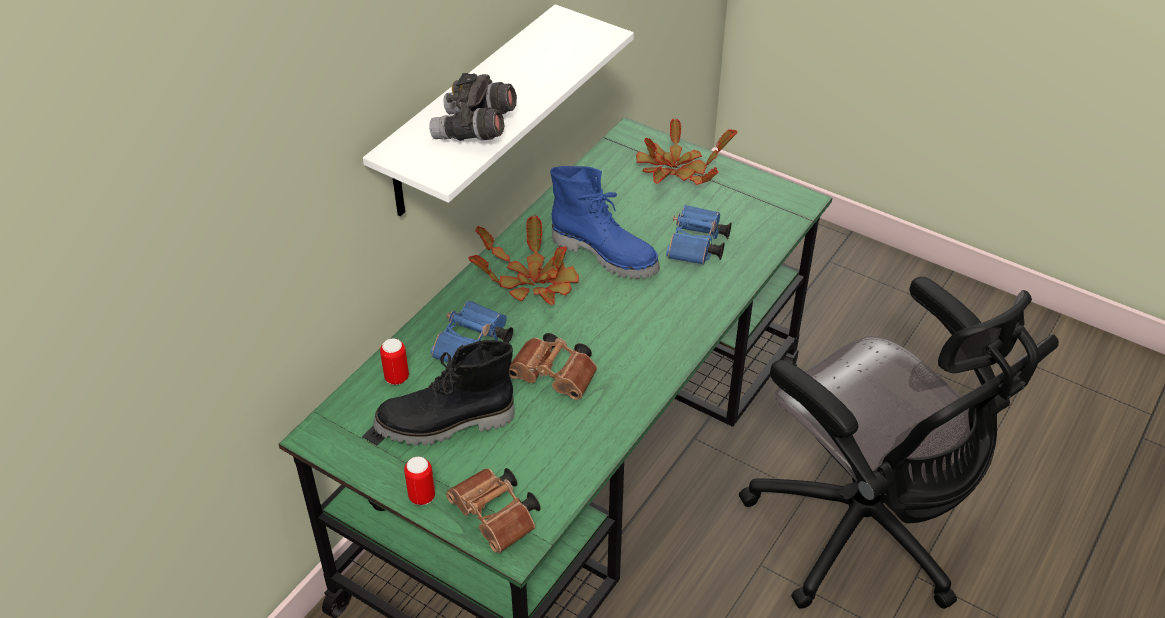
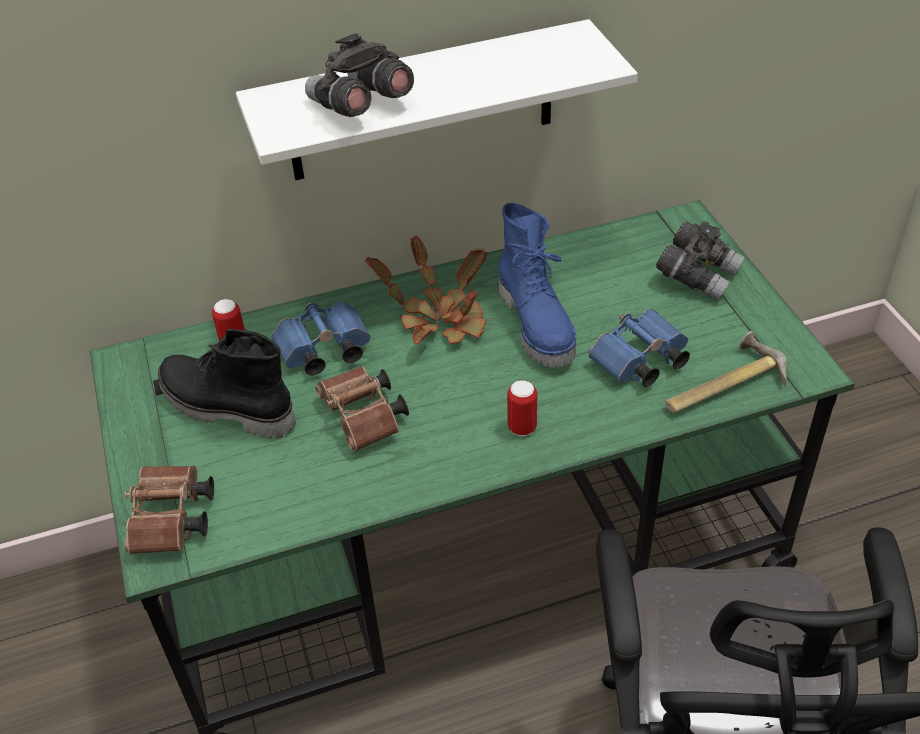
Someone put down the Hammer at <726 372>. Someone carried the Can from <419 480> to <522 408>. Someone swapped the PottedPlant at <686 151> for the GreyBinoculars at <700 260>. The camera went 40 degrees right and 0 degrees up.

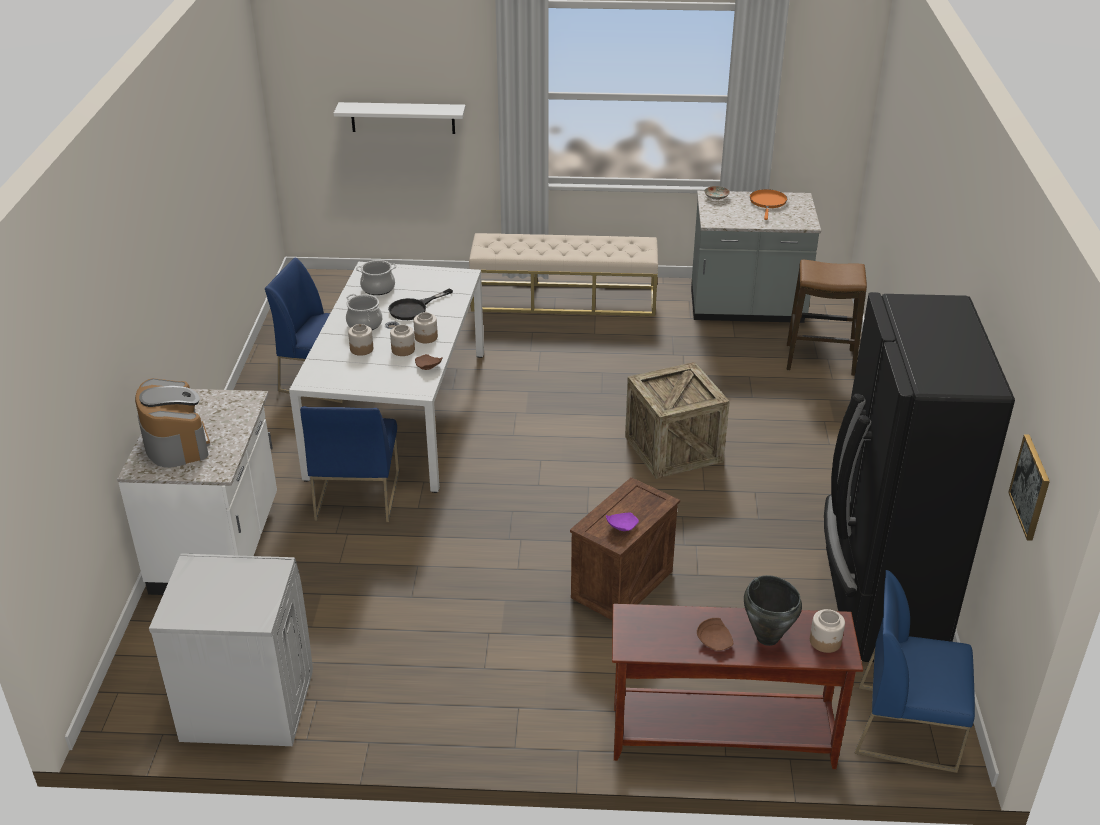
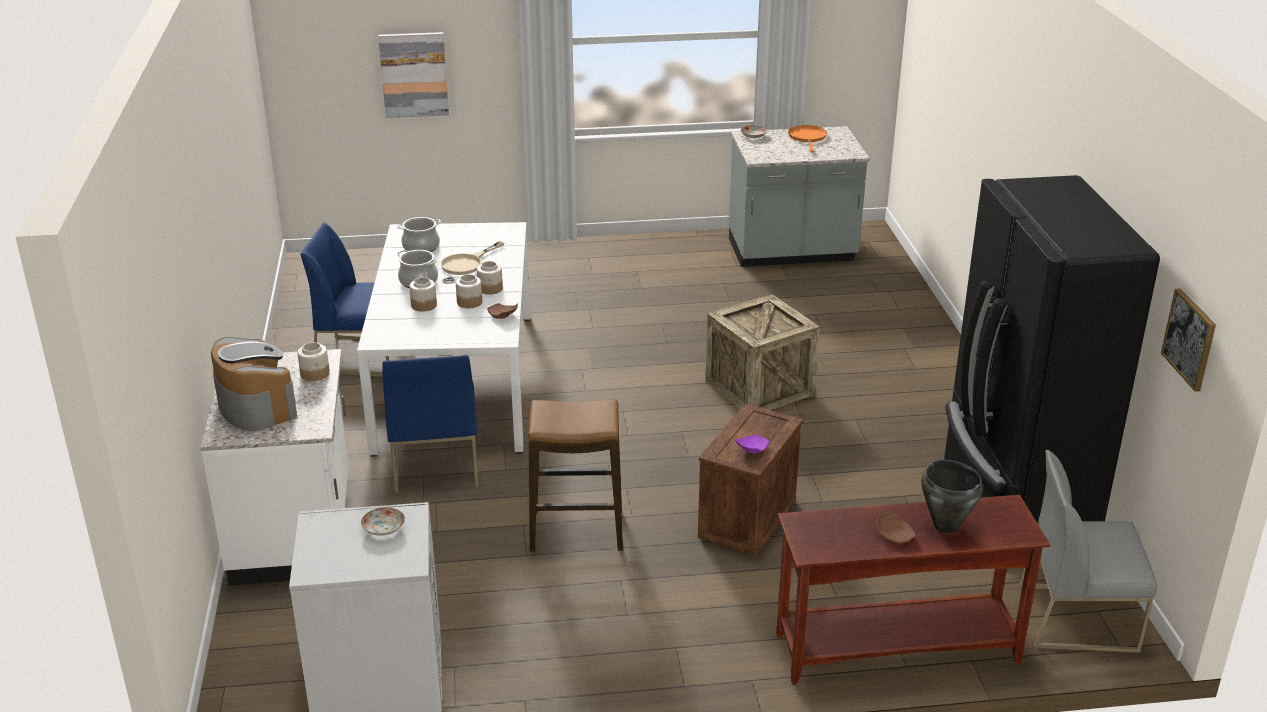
Someone took away the BeigeBench at <563 274>. Someone put down the Plate at <383 521>. Someone carried the Stool from <827 318> to <575 475>. Someone carried the Jar from <827 631> to <313 361>. Someone swapped the WhiteShelf at <400 118> for the Picture at <413 75>. Someone repainted the BlackFryingPan at <420 304>, which became the BeigeFryingPan at <472 258>. Someone repainted the BlueChair at <915 671>, which became the GreyChair at <1087 551>. The camera went 10 degrees left and 5 degrees down.

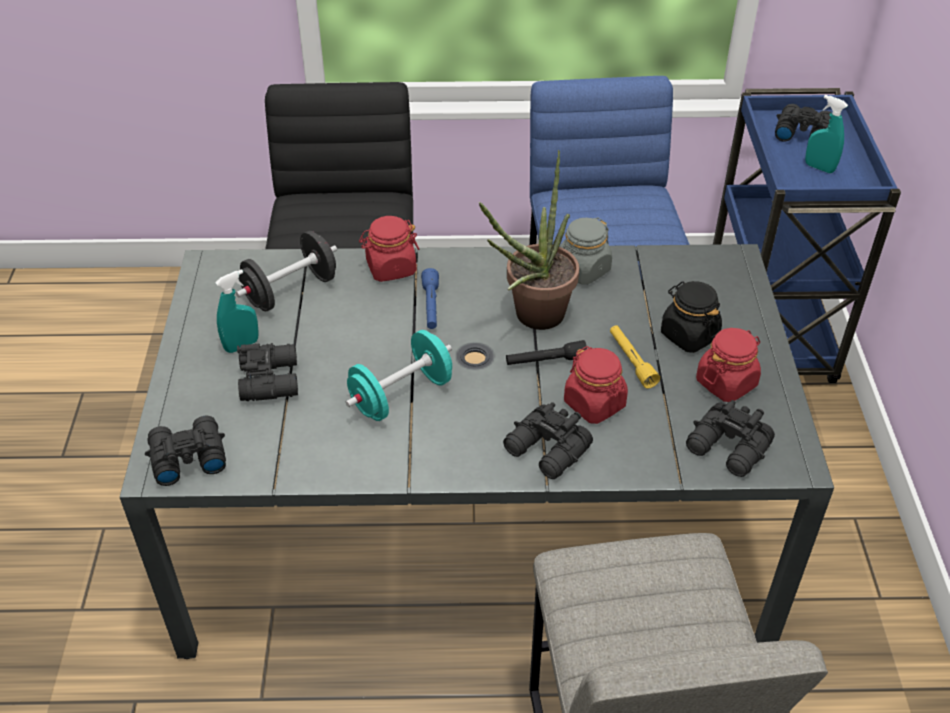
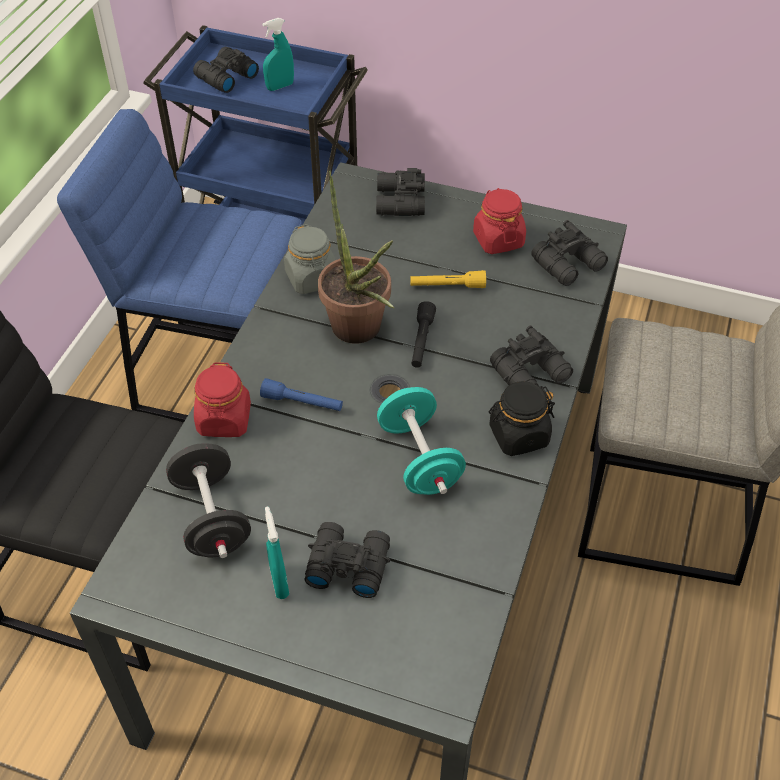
Someone took away the RedJar at <596 385>. Someone carried the BlackBinoculars from <185 450> to <400 192>. Someone carried the BlackJar from <691 317> to <522 418>. The camera went 70 degrees left and 5 degrees up.

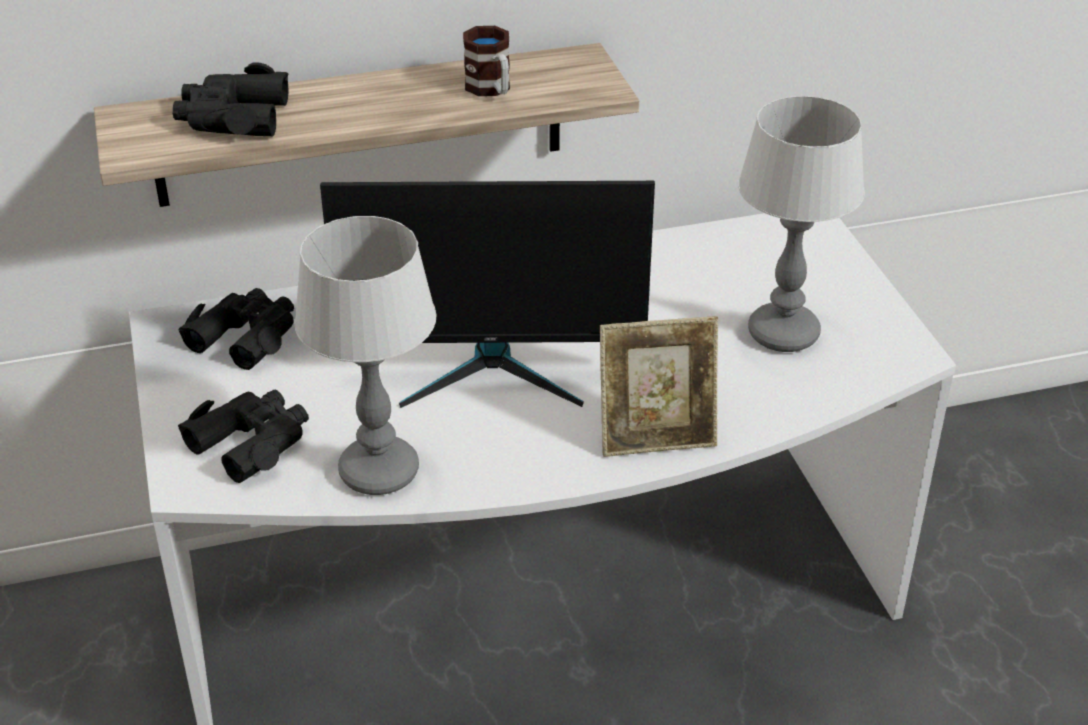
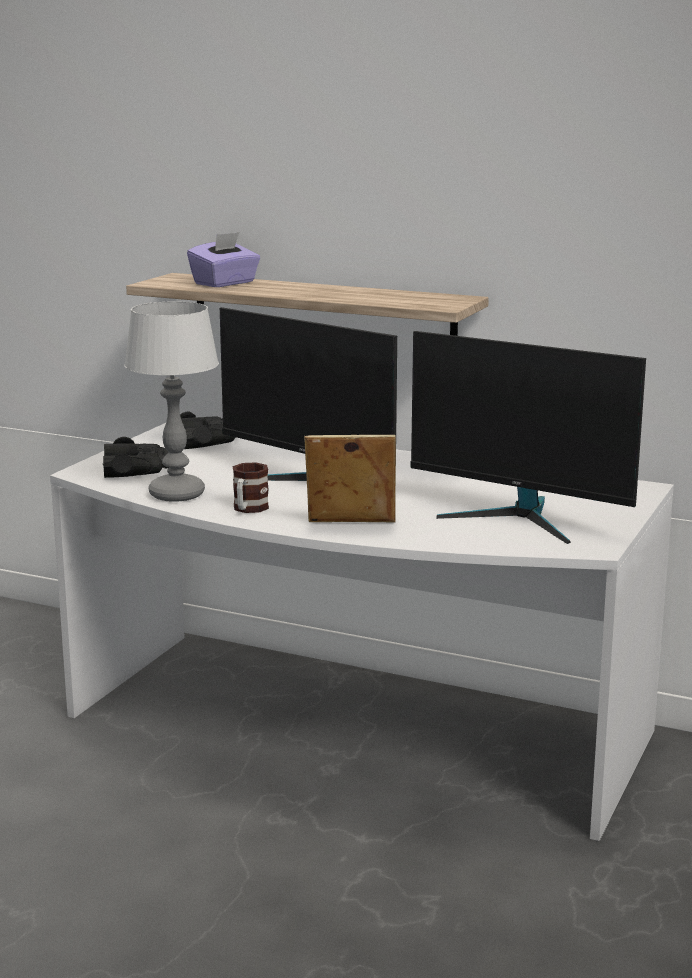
Someone carried the Mug from <486 61> to <251 487>. Someone swapped the BlackBinoculars at <230 99> for the PurpleTissueBox at <223 259>. Someone swapped the TableLamp at <801 224> for the Monitor at <528 437>. Someone rotated the PictureFrame at <659 386> by 150 degrees clockwise. The camera went 40 degrees right and 20 degrees down.

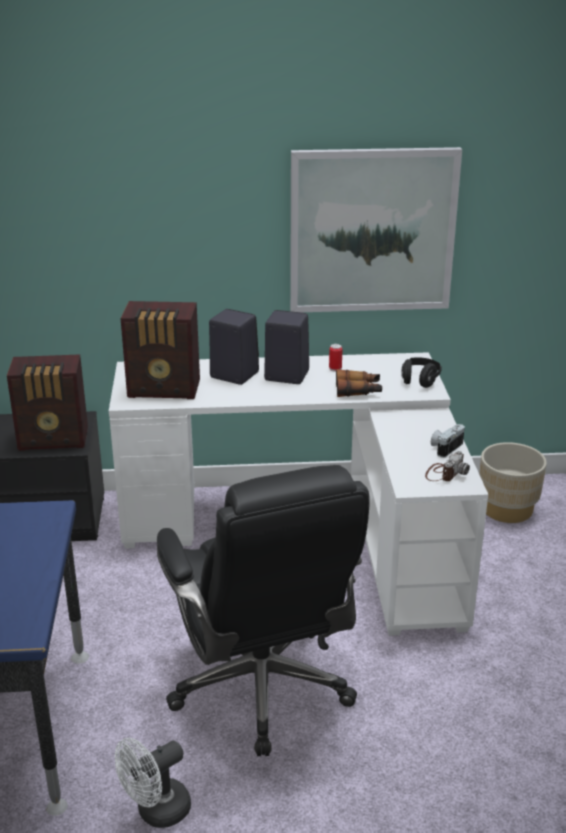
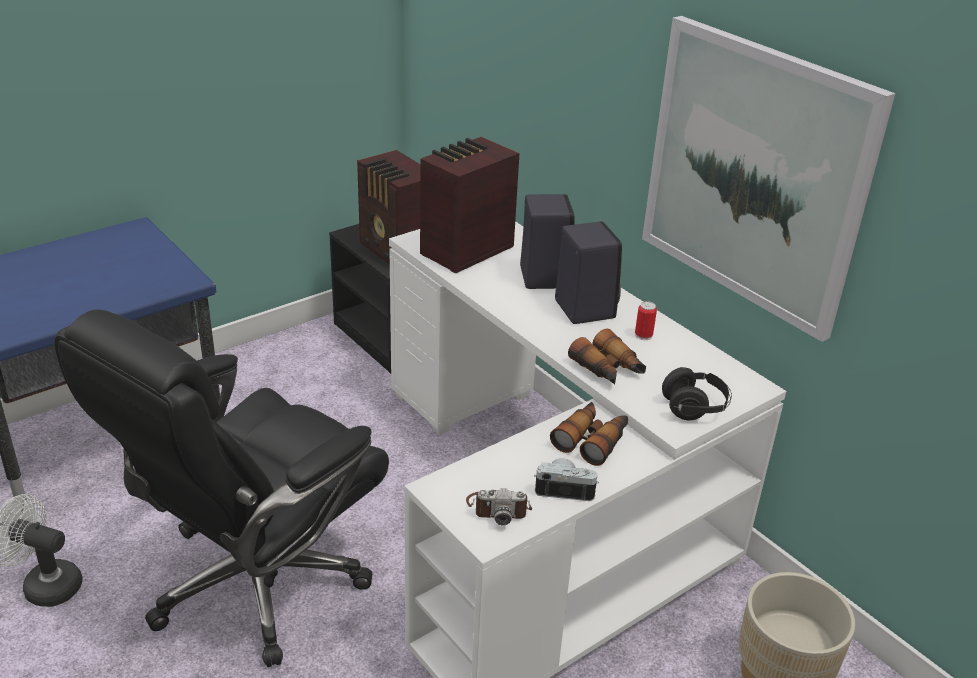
Someone put down the Binoculars at <589 434>. Someone rotated the Radio at <160 350> by 75 degrees clockwise. The camera went 55 degrees right and 5 degrees up.

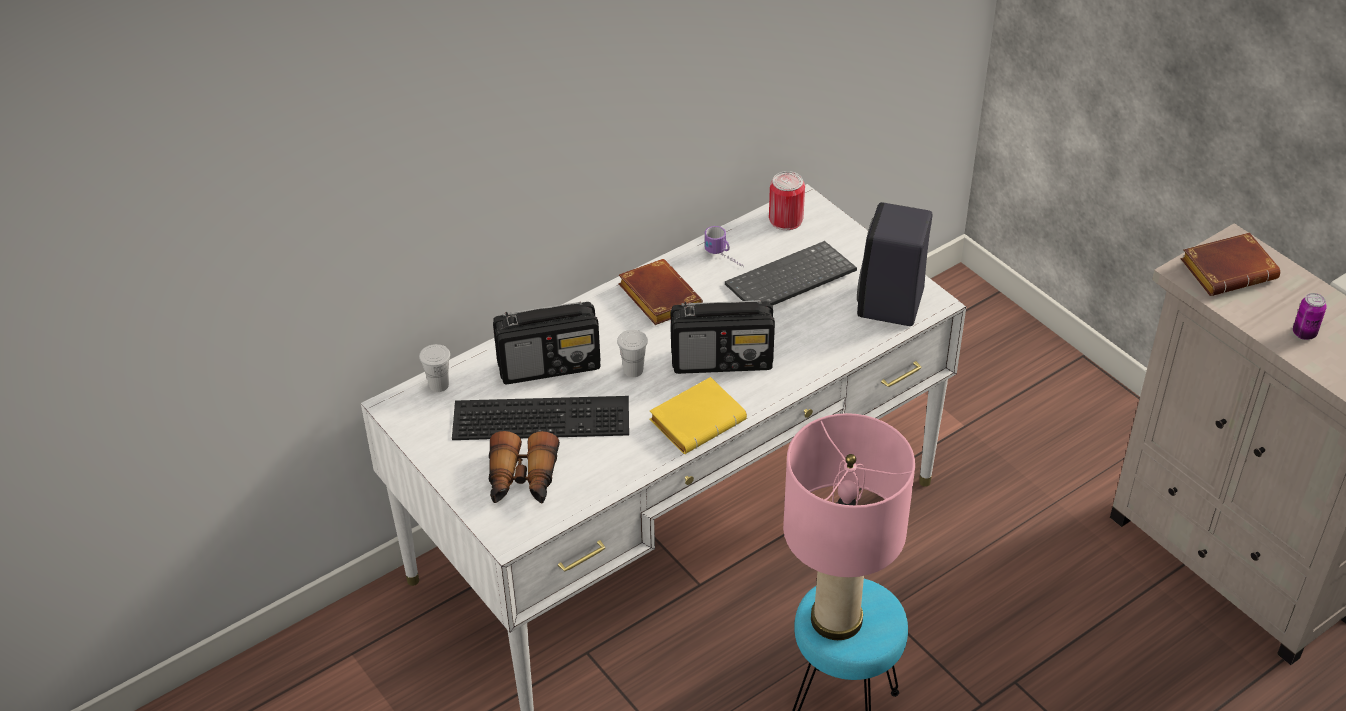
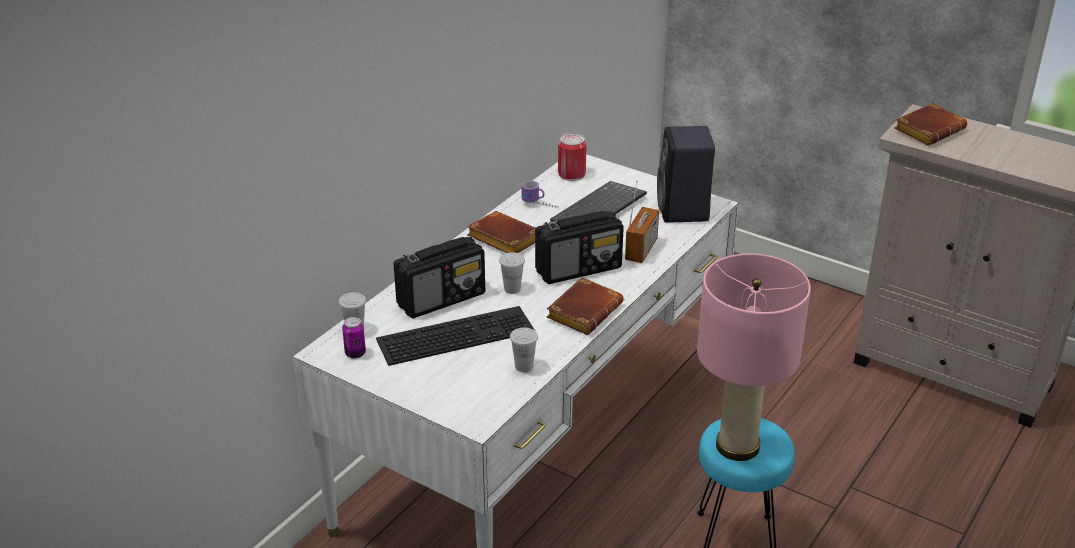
Someone took away the Binoculars at <524 467>. Someone put down the WhiteCup at <524 350>. Someone put down the Radio at <642 221>. Someone carried the Can from <1310 316> to <354 338>. Someone repainted the YellowBook at <698 415>, which became the BrownBook at <585 306>. The camera went 20 degrees left and 10 degrees down.

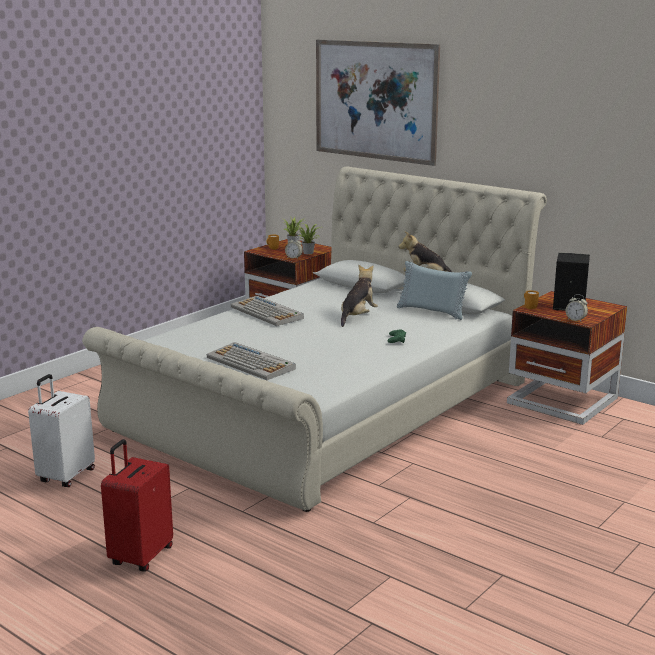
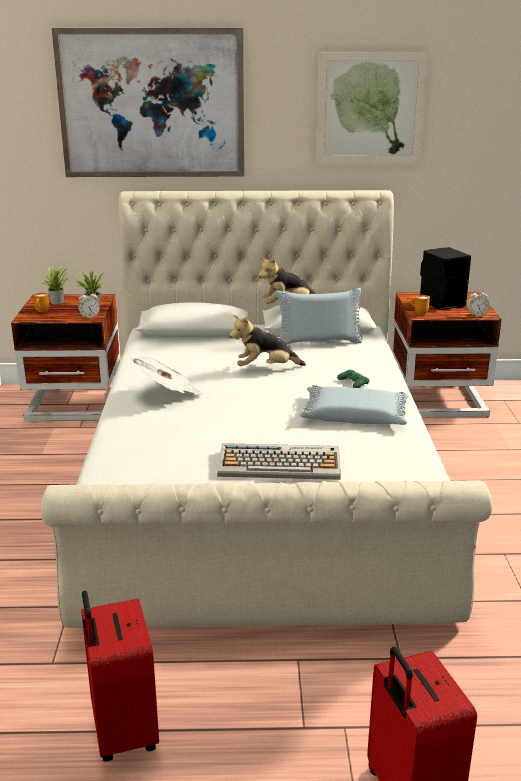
Someone put down the BluePillow at <354 405>. Someone put up the Picture at <372 108>. Someone swapped the Keyboard at <267 311> for the Newspaper at <166 375>. Someone repainted the WhiteSuitcase at <61 430>, which became the RedSuitcase at <120 676>. Someone rotated the PlushToy at <359 296> by 90 degrees counterclockwise. The camera went 40 degrees left and 5 degrees up.

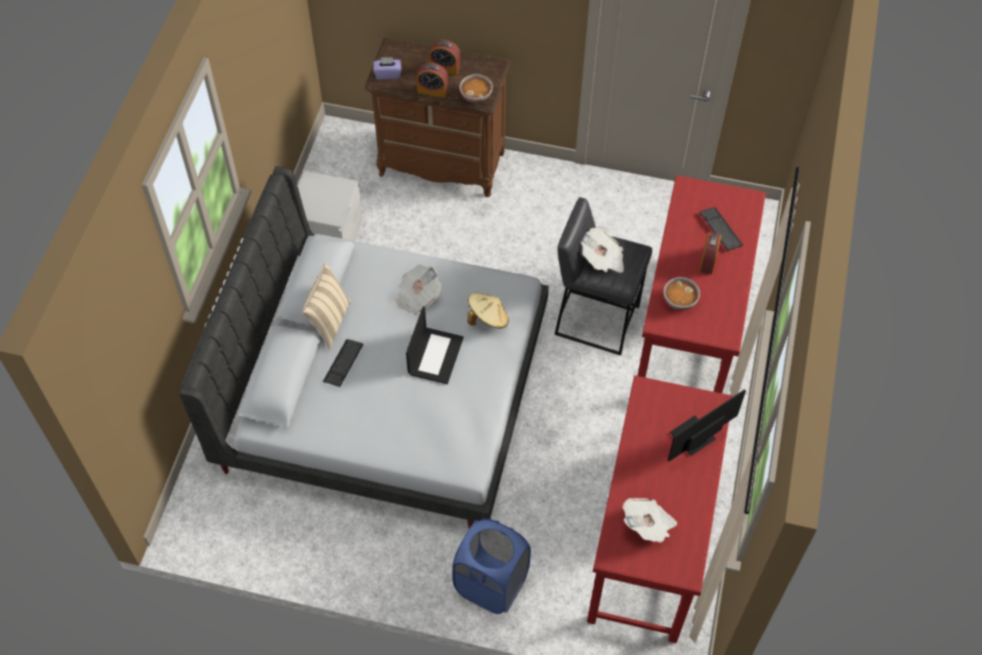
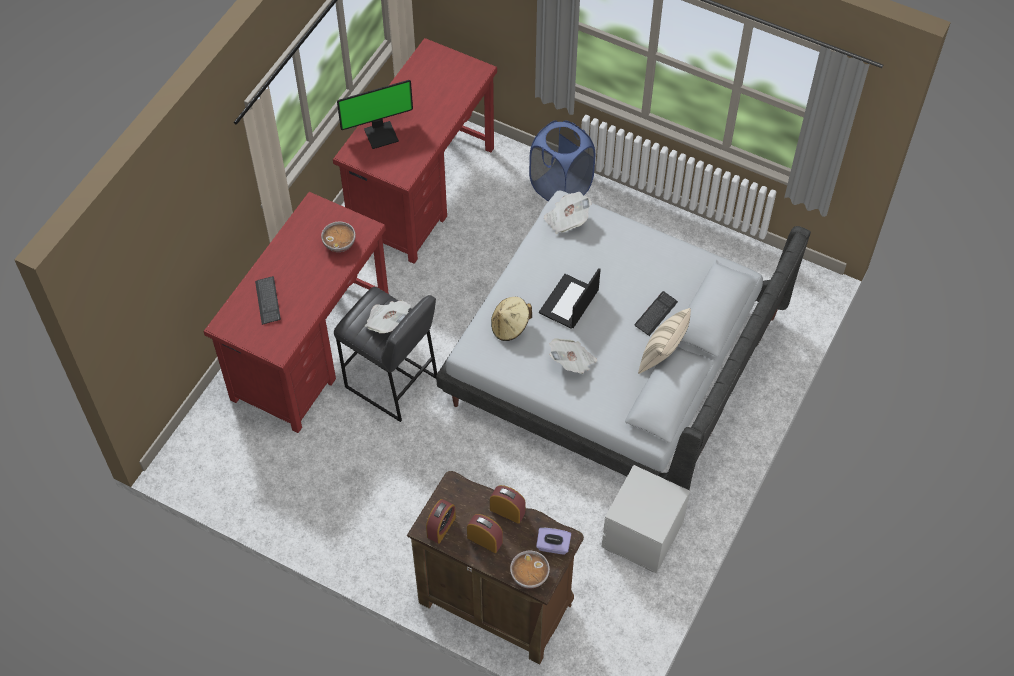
Someone carried the Bowl from <476 88> to <530 569>. Someone carried the Newspaper from <650 520> to <568 213>. Someone carried the AlarmClock from <710 253> to <441 521>. The camera went 165 degrees left and 0 degrees up.

